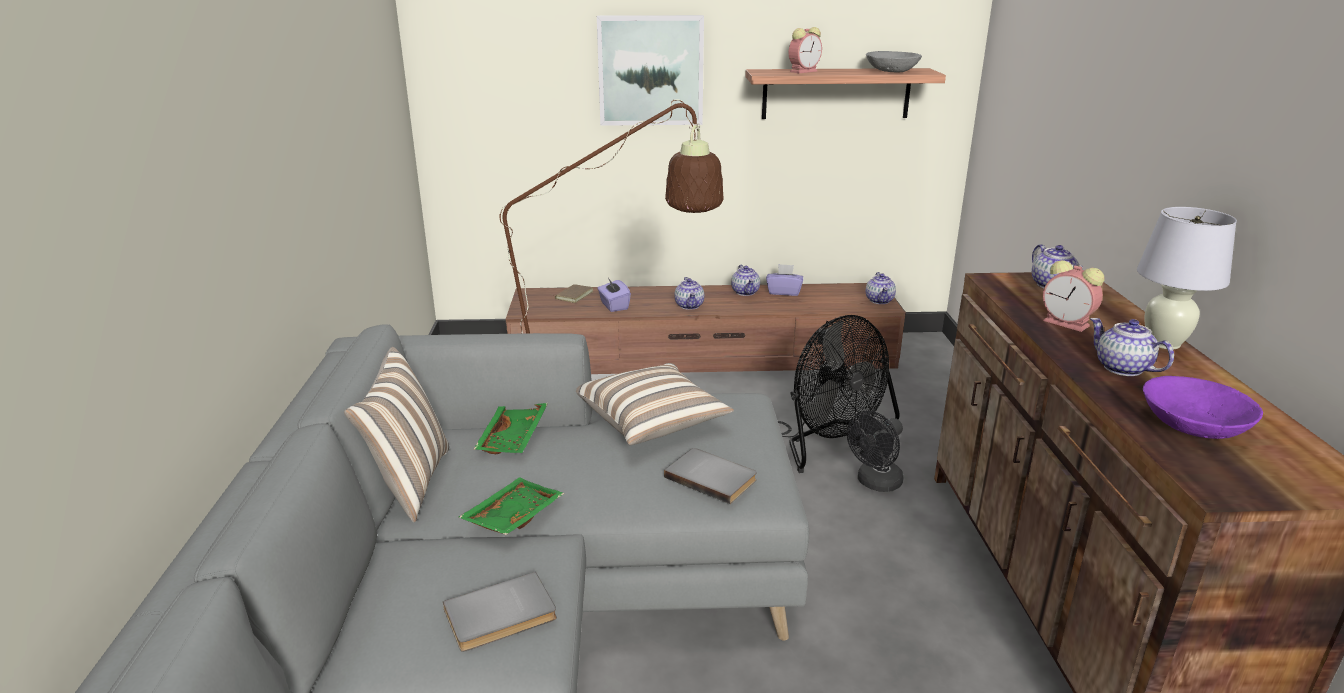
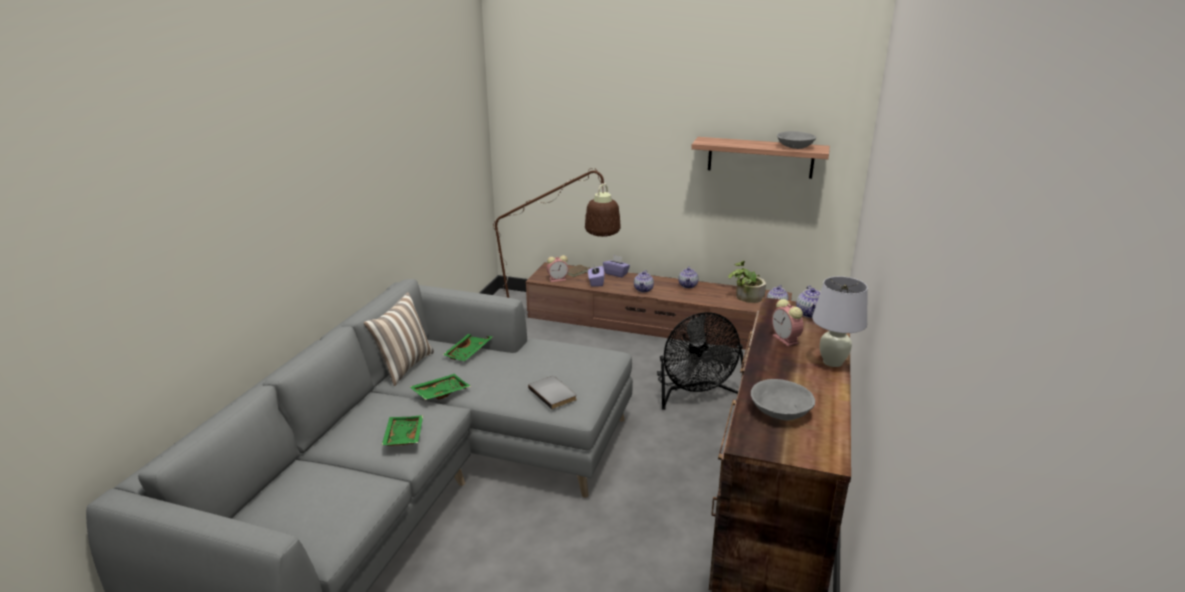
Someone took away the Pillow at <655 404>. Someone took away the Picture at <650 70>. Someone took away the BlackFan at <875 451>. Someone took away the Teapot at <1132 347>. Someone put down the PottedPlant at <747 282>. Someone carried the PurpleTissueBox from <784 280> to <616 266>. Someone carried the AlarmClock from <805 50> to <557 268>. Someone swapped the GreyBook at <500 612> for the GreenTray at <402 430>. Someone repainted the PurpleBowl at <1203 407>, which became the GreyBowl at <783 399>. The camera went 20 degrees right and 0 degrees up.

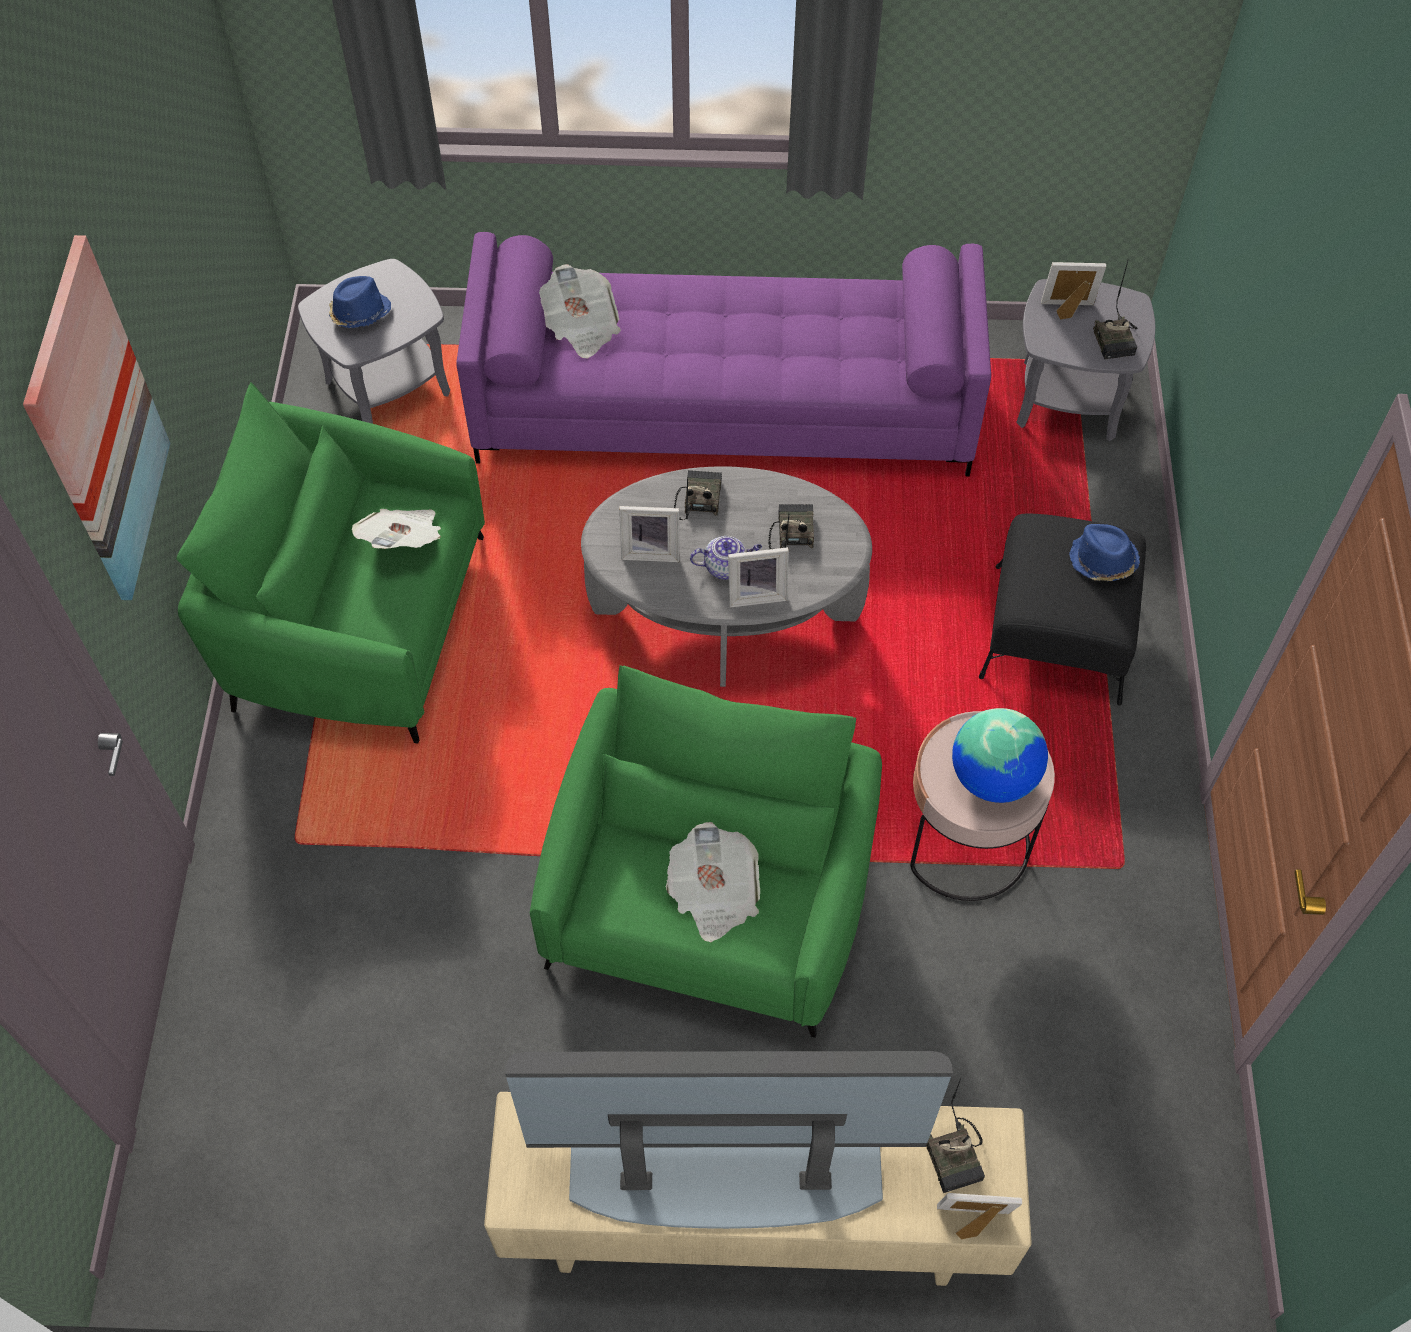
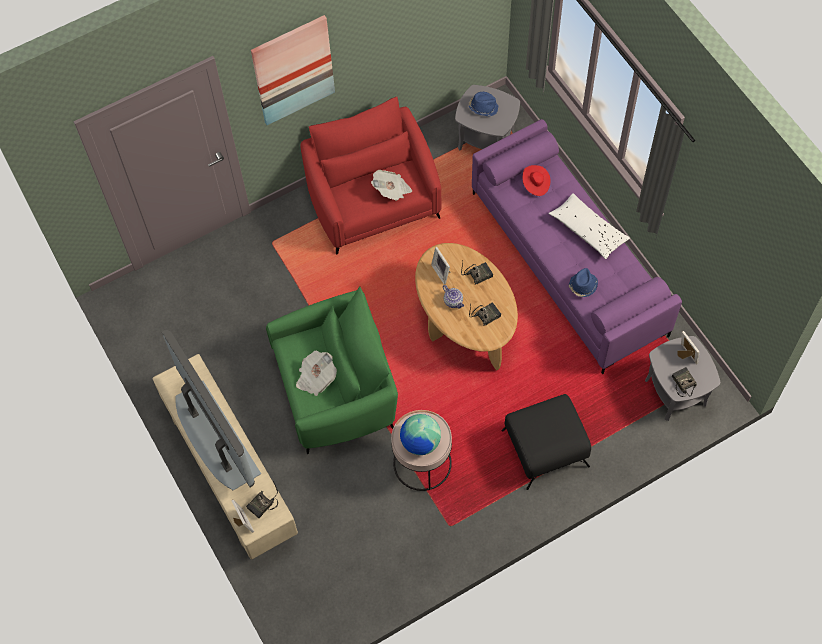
Someone took away the PictureFrame at <758 577>. Someone put down the WhitePillow at <589 226>. Someone carried the BlueHat from <1104 552> to <583 282>. Someone swapped the Newspaper at <580 311> for the RedHat at <536 180>. Someone repainted the GreenArmchair at <330 563>, which became the RedArmchair at <370 176>. Someone repainted the GreyCoffeeTable at <726 576>, which became the BrownCoffeeTable at <466 306>. Someone rotated the Radio at <1115 309> by 105 degrees clockwise. The camera went 60 degrees right and 5 degrees up.

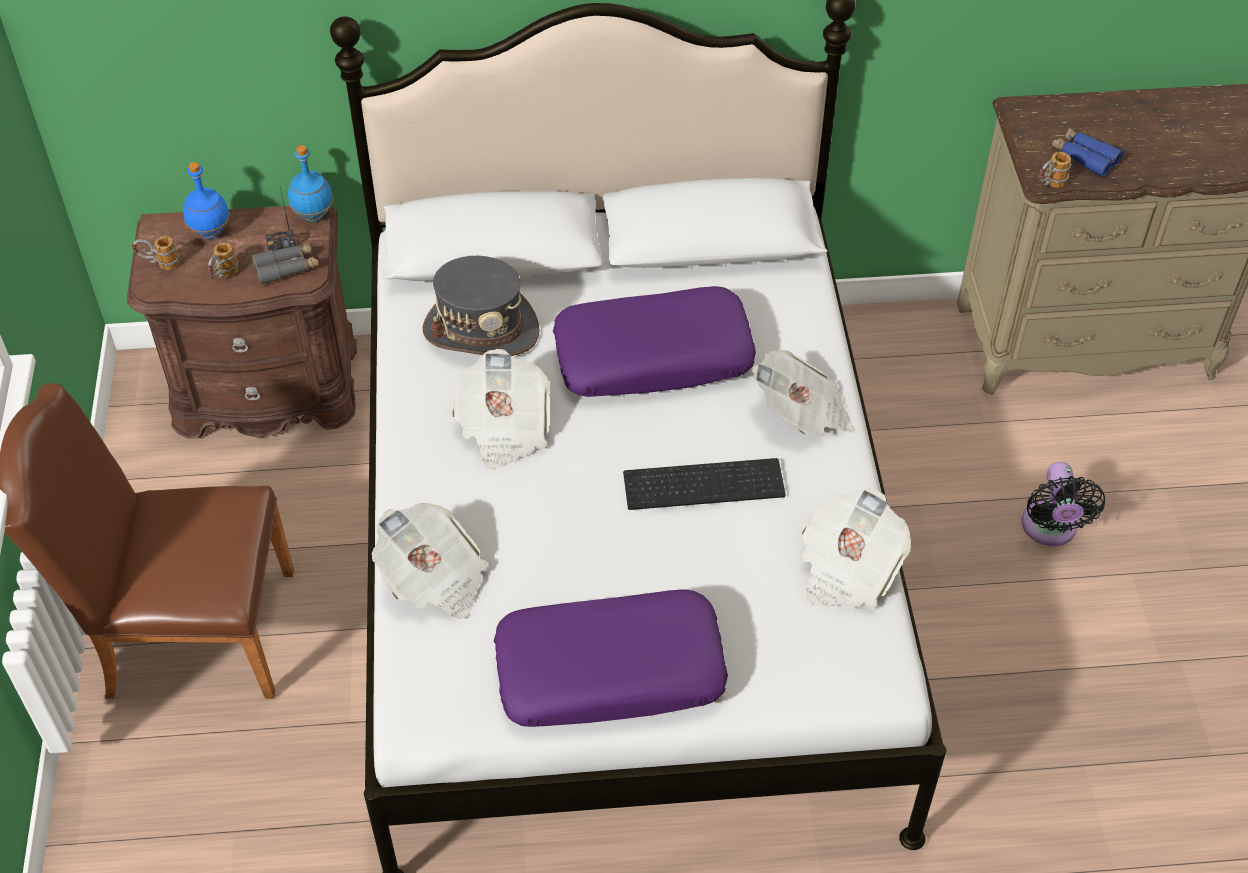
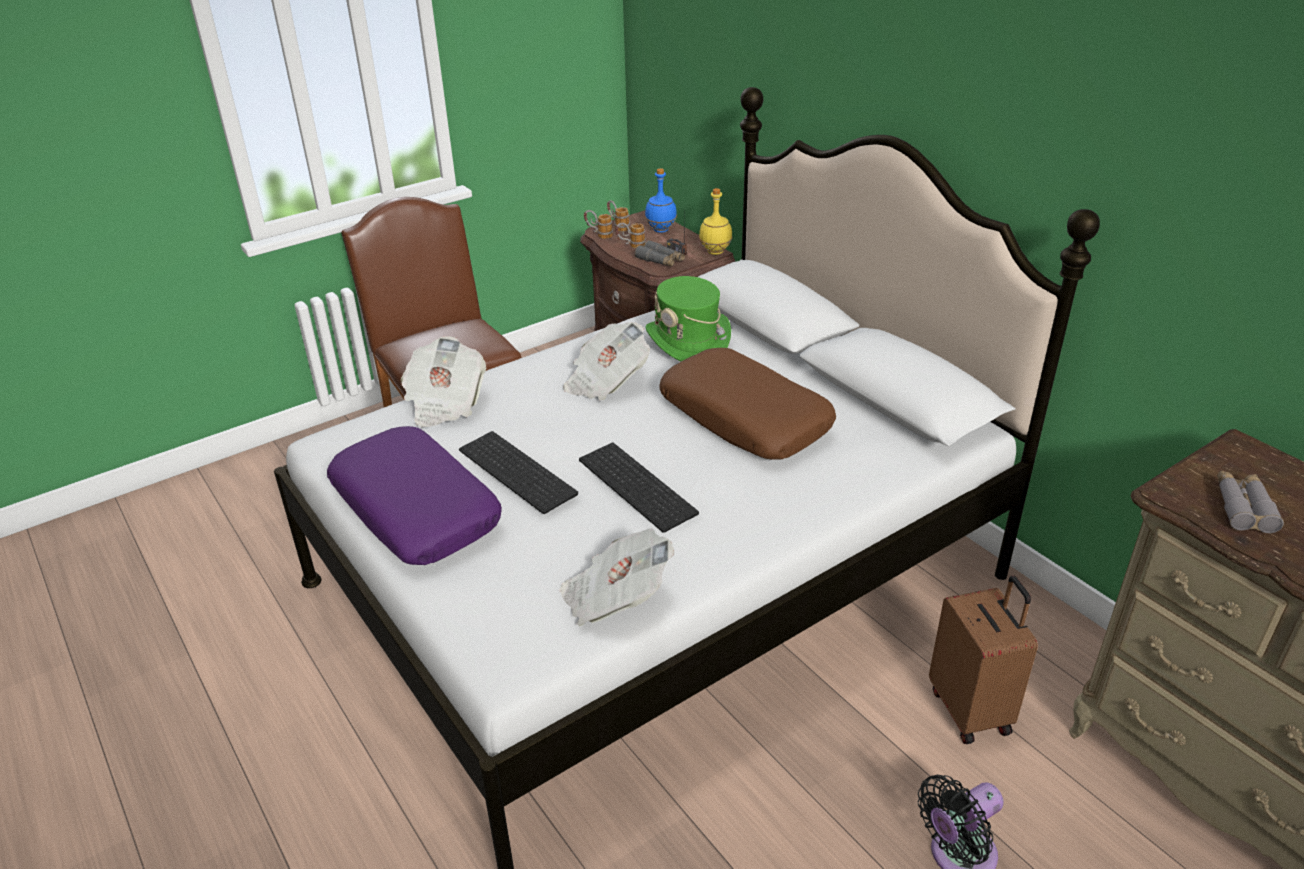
Someone took away the Newspaper at <803 393>. Someone put down the Keyboard at <518 472>. Someone put down the BrownSuitcase at <983 660>. Someone carried the Mug from <1054 170> to <598 224>. Someone repainted the BlueBottle at <311 183>, which became the YellowBottle at <715 221>. Someone repainted the GreyHat at <481 306>, which became the GreenHat at <688 318>. Someone repainted the PurplePillow at <654 341>, which became the BrownPillow at <747 404>. Someone repainted the BlueBinoculars at <1087 152>, which became the GreyBinoculars at <1250 502>. The camera went 60 degrees right and 15 degrees down.

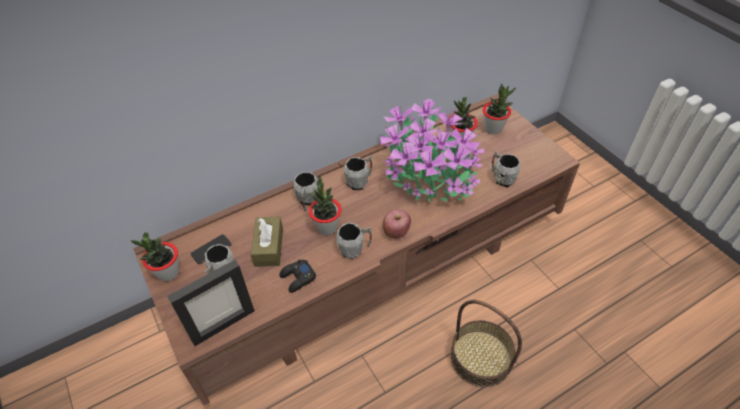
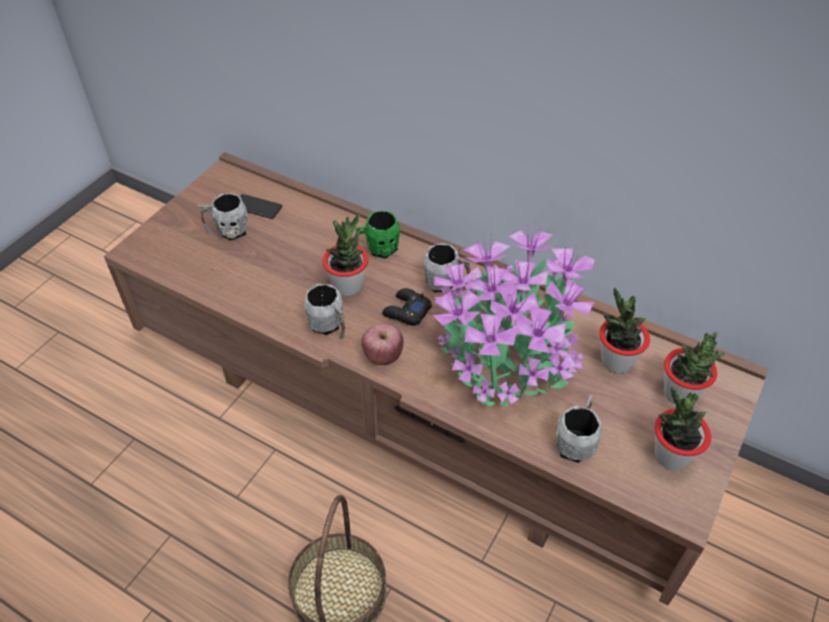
Someone took away the PictureFrame at <211 303>. Someone took away the BrownTissueBox at <267 242>. Someone carried the PottedPlant from <155 257> to <683 428>. Someone carried the BlackGameController from <298 276> to <407 307>. Someone repainted the GreyMug at <305 192>, which became the GreenMug at <377 235>. The camera went 60 degrees right and 0 degrees up.

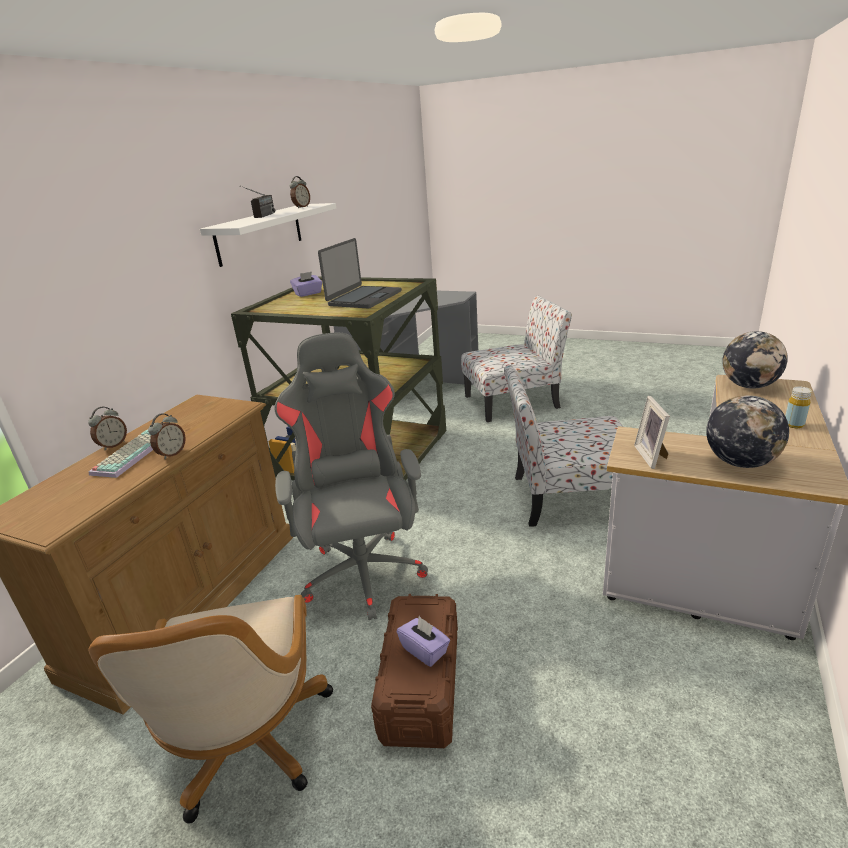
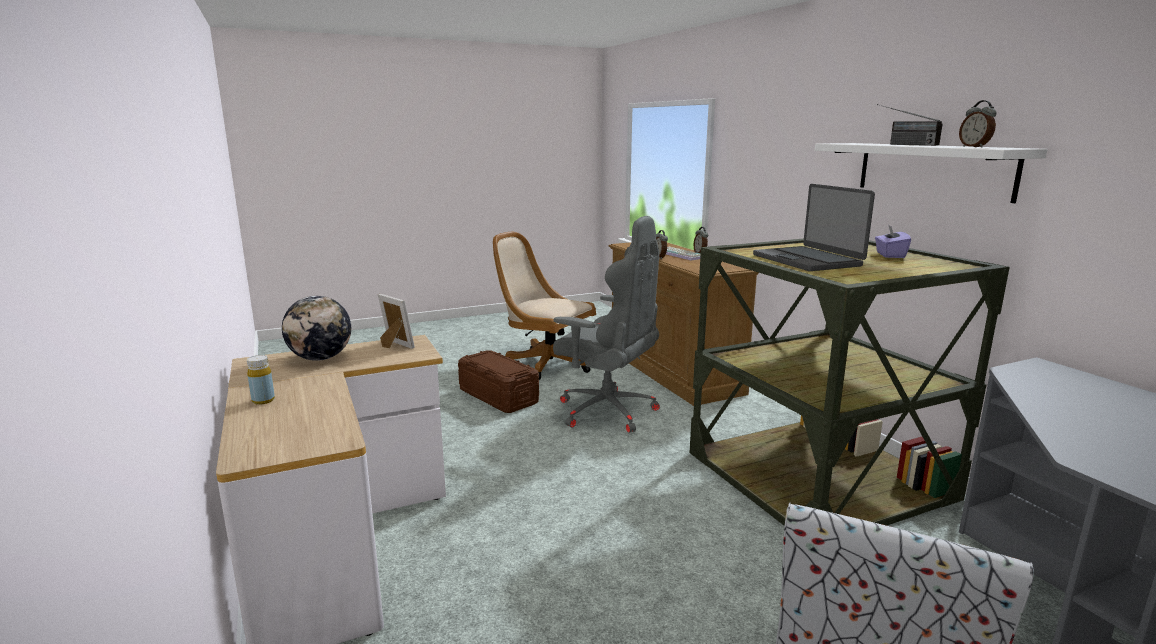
Someone took away the PurpleTissueBox at <423 641>. Someone took away the Chair at <563 446>. Someone took away the Globe at <755 360>. The camera went 130 degrees right and 10 degrees down.

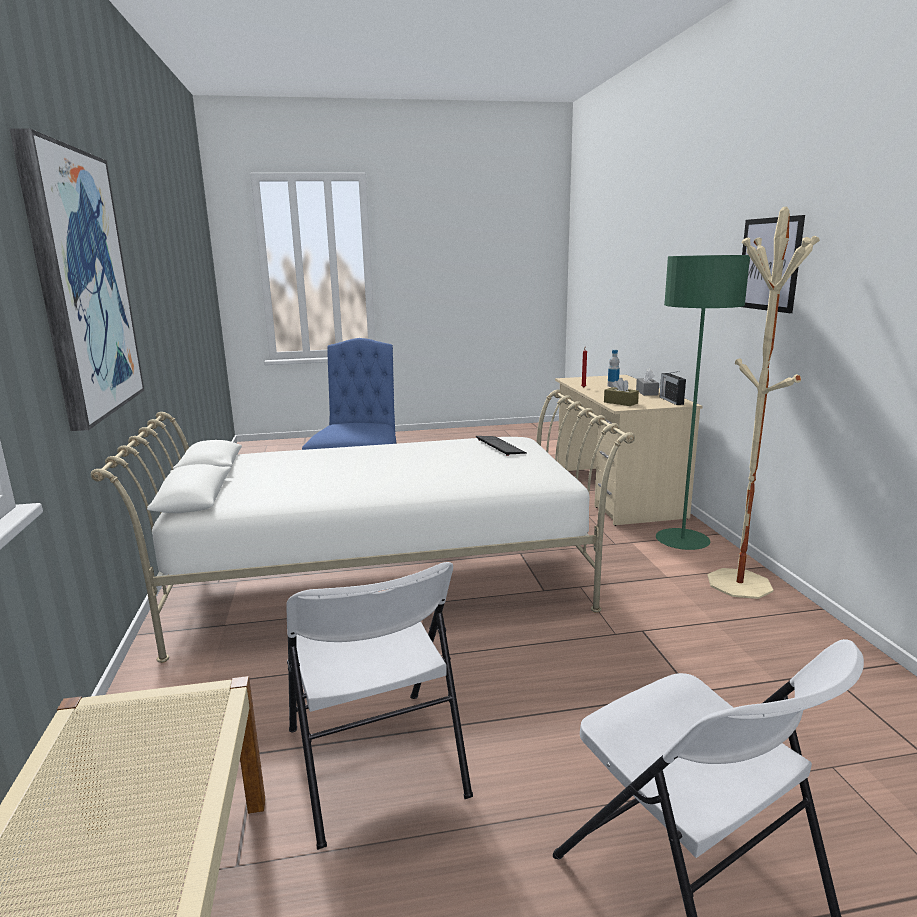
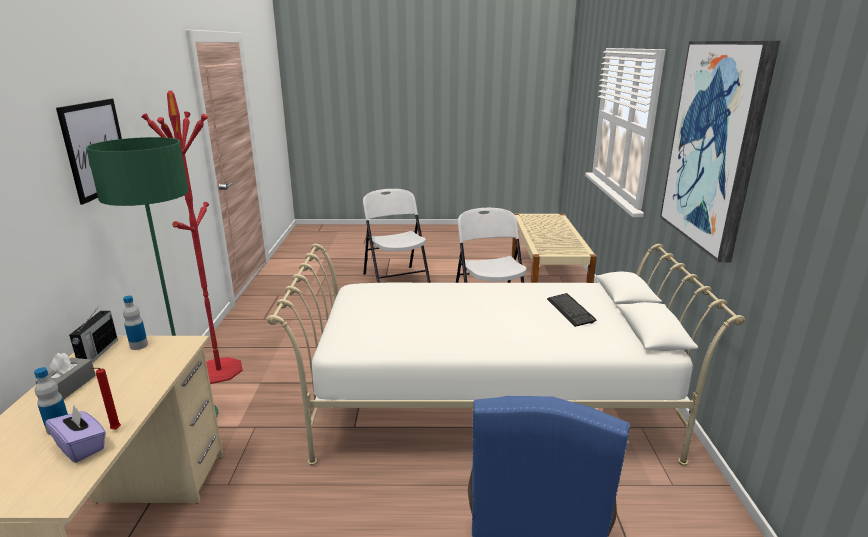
Someone took away the BrownTissueBox at <621 392>. Someone put down the PurpleTissueBox at <75 434>. Someone put down the Bottle at <135 323>. Someone carried the Keyboard from <501 446> to <571 310>. Someone repainted the BeigeClothesRack at <763 403>, which became the RedClothesRack at <192 237>. The camera went 170 degrees left and 5 degrees up.

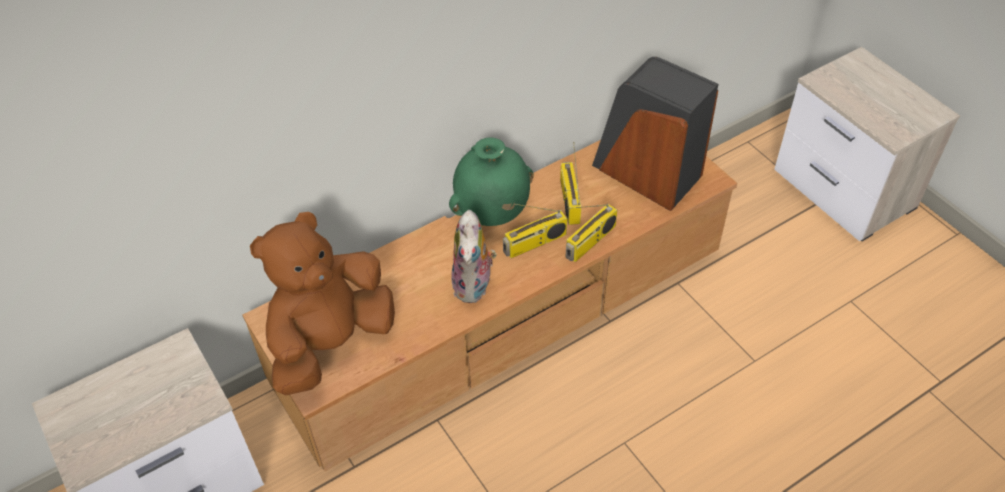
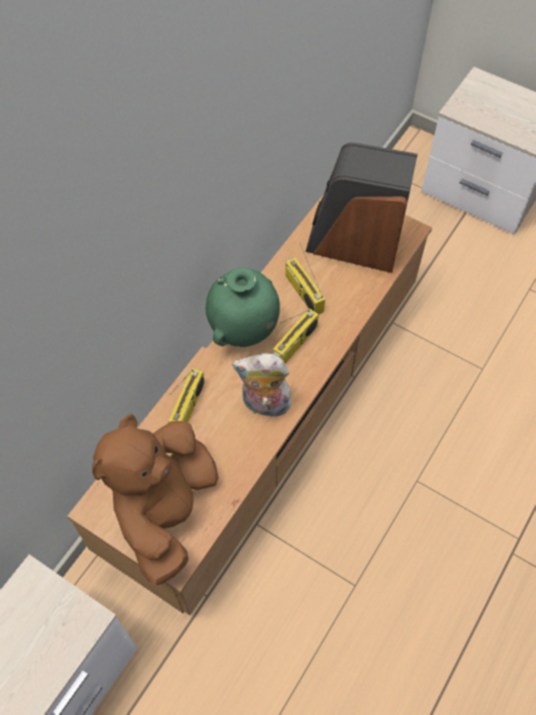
Someone carried the Radio from <591 233> to <186 395>. Someone rotated the PlushToy at <474 256> by 120 degrees clockwise. The camera went 25 degrees left and 10 degrees up.

